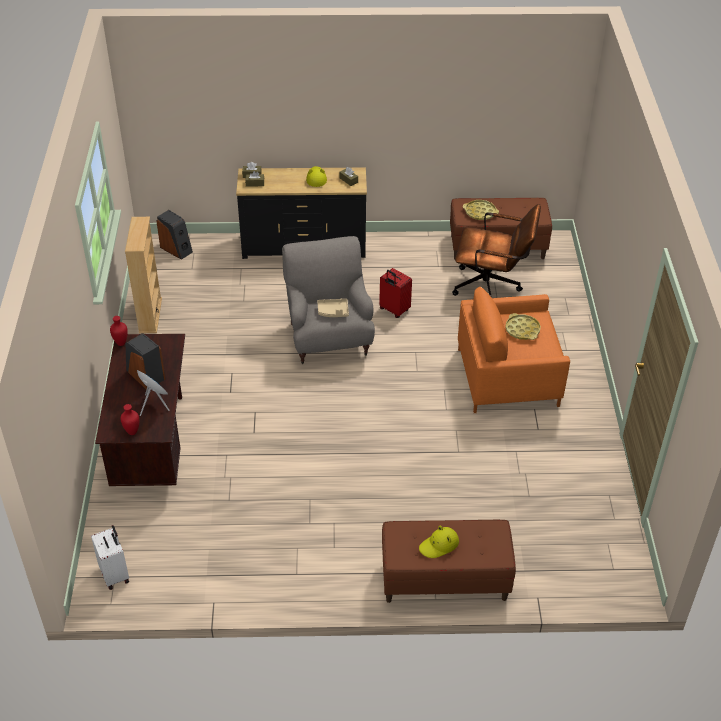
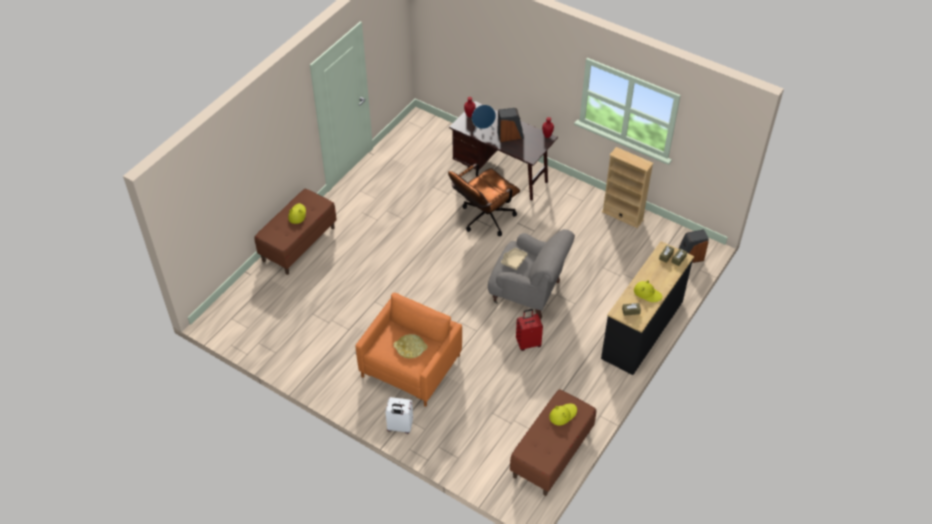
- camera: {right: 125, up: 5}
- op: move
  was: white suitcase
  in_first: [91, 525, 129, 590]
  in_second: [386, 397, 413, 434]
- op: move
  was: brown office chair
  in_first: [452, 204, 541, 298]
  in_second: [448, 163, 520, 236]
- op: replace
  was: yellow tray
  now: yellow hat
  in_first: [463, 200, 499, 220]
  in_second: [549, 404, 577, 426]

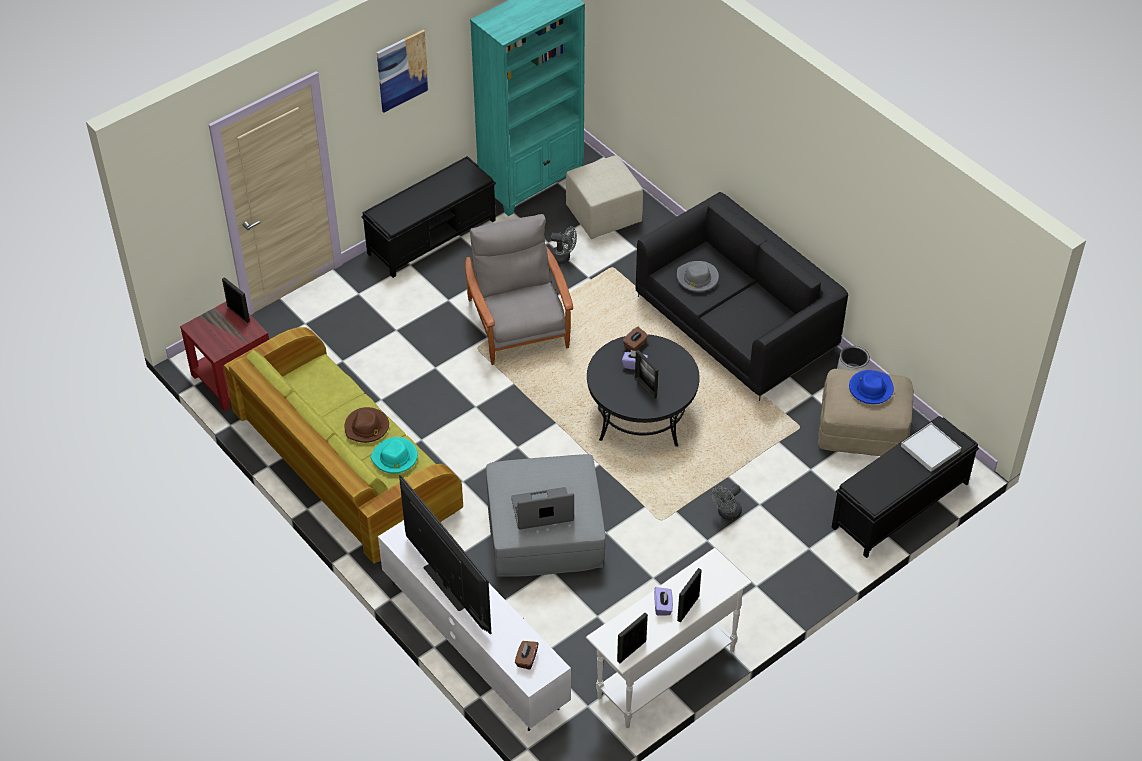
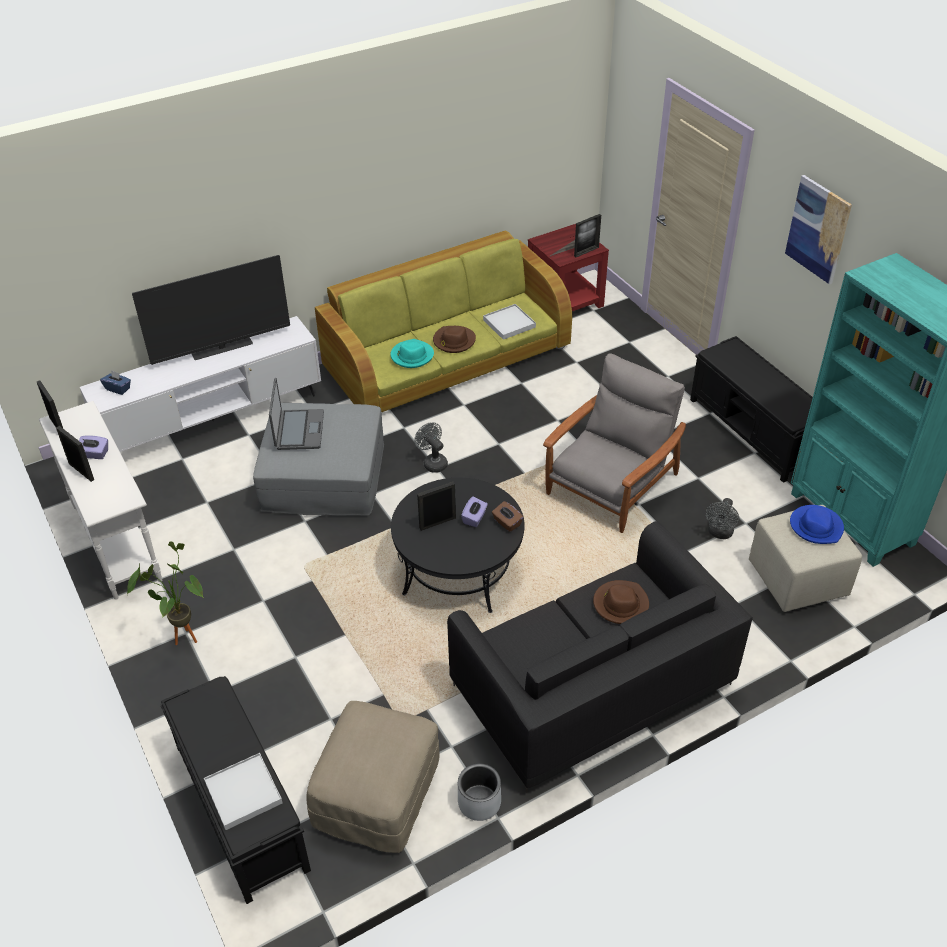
- camera: {right: 100, up: -5}
- op: insert
  now: potted plant
  in_second: [127, 541, 203, 645]
- op: insert
  now: white tray
  in_second: [483, 304, 536, 340]
- op: move
  was: grey fan
  in_first: [711, 484, 742, 520]
  in_second: [414, 422, 448, 473]
- op: move
  was: blue hat
  in_first: [849, 370, 894, 404]
  in_second: [790, 505, 844, 544]
- op: recolor
  was: brown tissue box
  now: blue tissue box
  in_first: [515, 641, 538, 670]
  in_second: [100, 370, 131, 395]
- op: recolor
  was: grey hat
  now: brown hat
  in_first: [677, 261, 719, 292]
  in_second: [593, 580, 649, 624]
- op: rotate
  was: grey armchair
  in_first: [465, 214, 573, 365]
  in_second: [543, 353, 686, 533]
  clockwise: -45

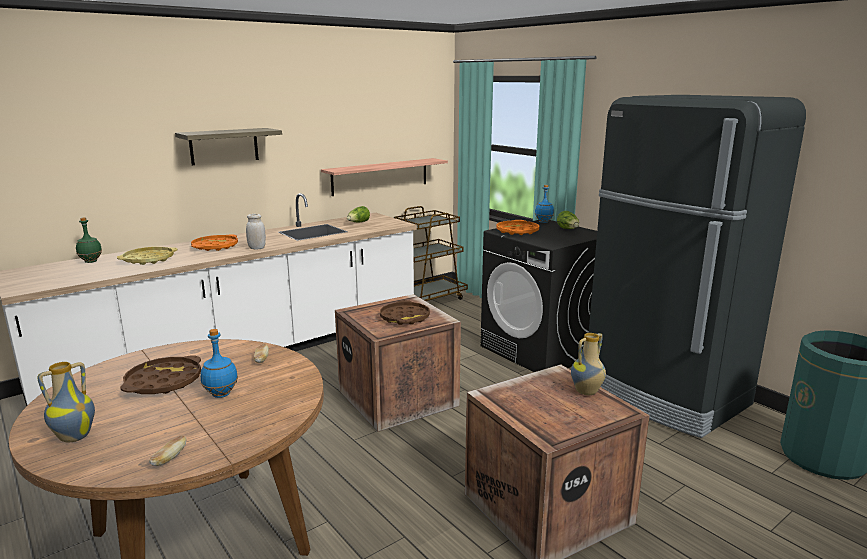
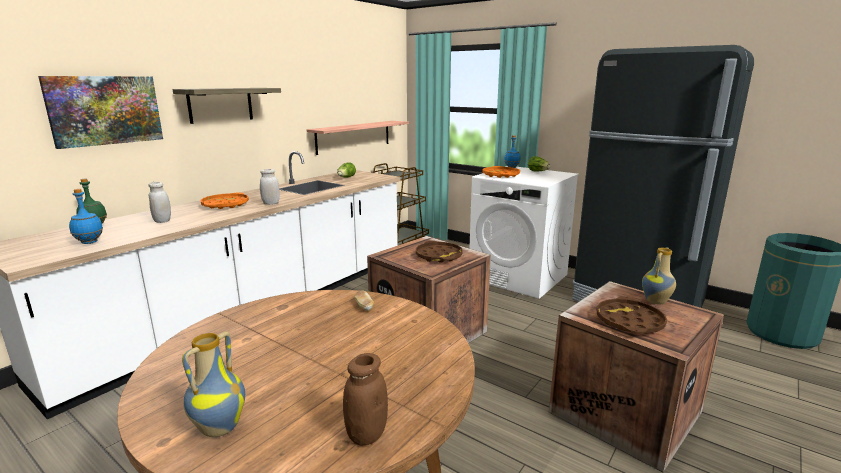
- camera: {right: -15, up: 0}
- op: insert
  now: picture
  in_second: [38, 76, 163, 149]
- op: move
  was: brown tray
  in_first: [120, 355, 201, 394]
  in_second: [596, 296, 667, 333]
- op: move
  was: blue bottle
  in_first: [201, 329, 238, 398]
  in_second: [69, 189, 103, 244]
- op: replace
  was: yellow tray
  now: white jar
  in_first: [117, 247, 178, 265]
  in_second: [149, 182, 171, 223]
- op: replace
  was: bread
  now: brown jar
  in_first: [149, 436, 186, 466]
  in_second: [343, 353, 388, 445]
- op: recolor
  was: black washing machine
  now: white washing machine
  in_first: [481, 220, 597, 372]
  in_second: [469, 166, 579, 299]

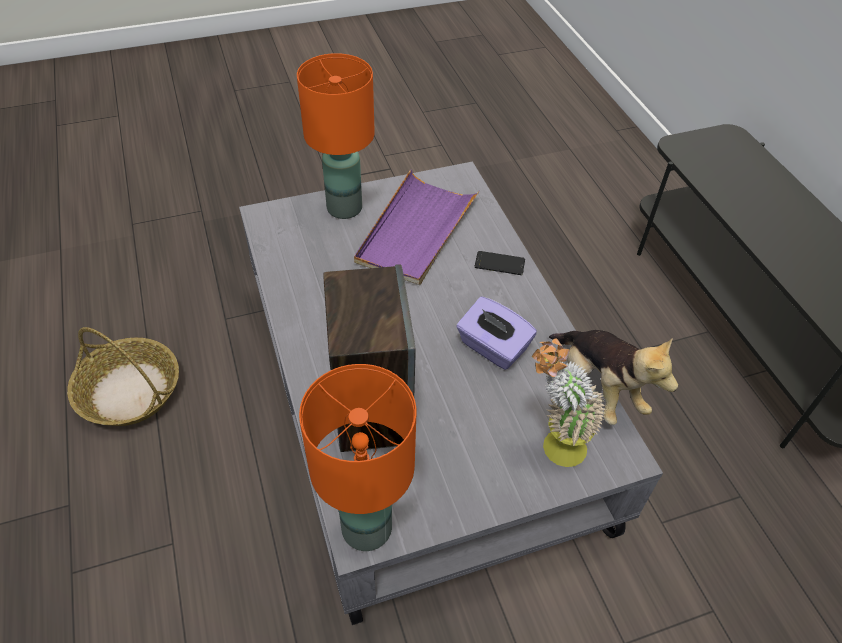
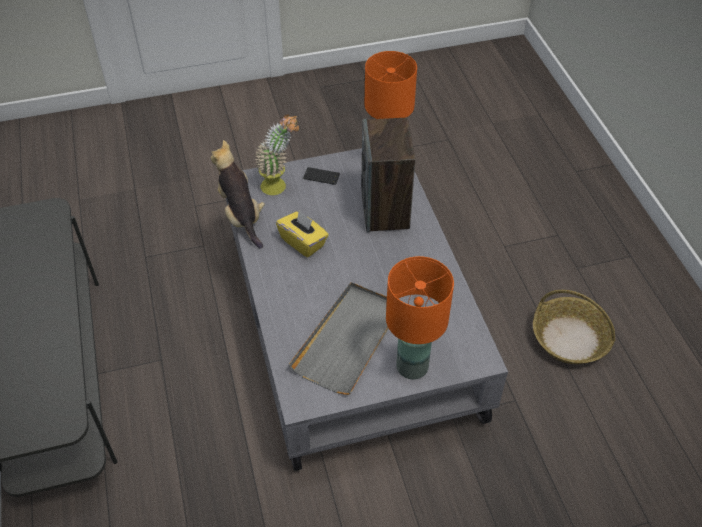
- camera: {right: -175, up: 0}
- op: move
  was: phone
  in_first: [475, 251, 525, 275]
  in_second: [303, 167, 340, 185]
- op: recolor
  was: purple tray
  now: grey tray
  in_first: [354, 170, 480, 285]
  in_second: [288, 282, 389, 395]
- op: recolor
  was: purple tissue box
  now: yellow tissue box
  in_first: [456, 297, 537, 370]
  in_second: [276, 210, 329, 258]

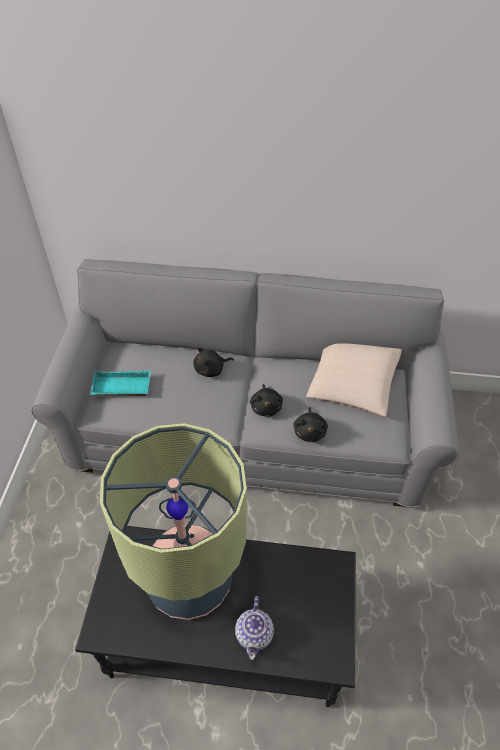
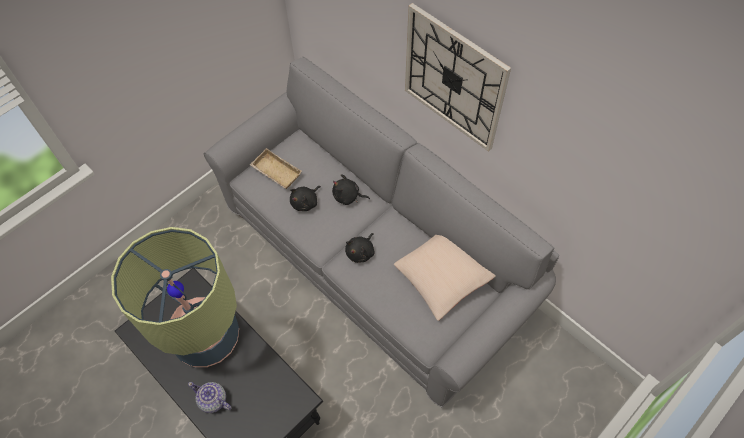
- camera: {right: 40, up: 10}
- op: insert
  now: wall clock
  in_second: [405, 3, 511, 152]
- op: move
  was: black plush toy
  in_first: [293, 407, 328, 442]
  in_second: [290, 186, 321, 211]
- op: recolor
  was: turquoise tray
  now: beige tray
  in_first: [90, 370, 151, 396]
  in_second: [250, 148, 302, 189]
- op: rotate
  was: teapot
  in_first: [235, 596, 274, 660]
  in_second: [188, 382, 232, 413]
  clockwise: 75

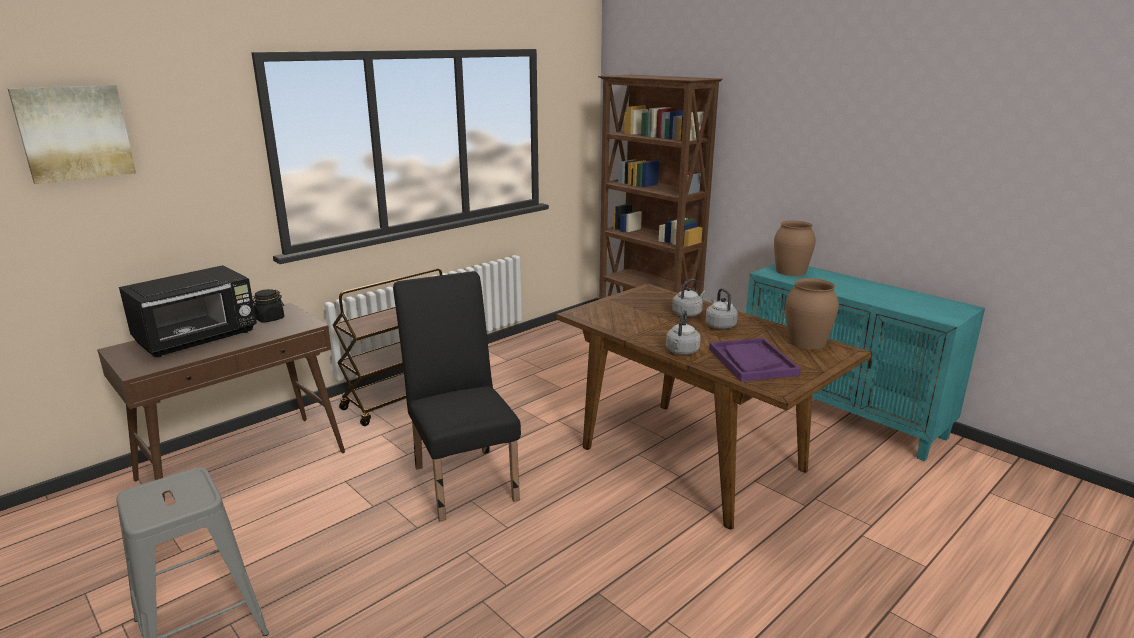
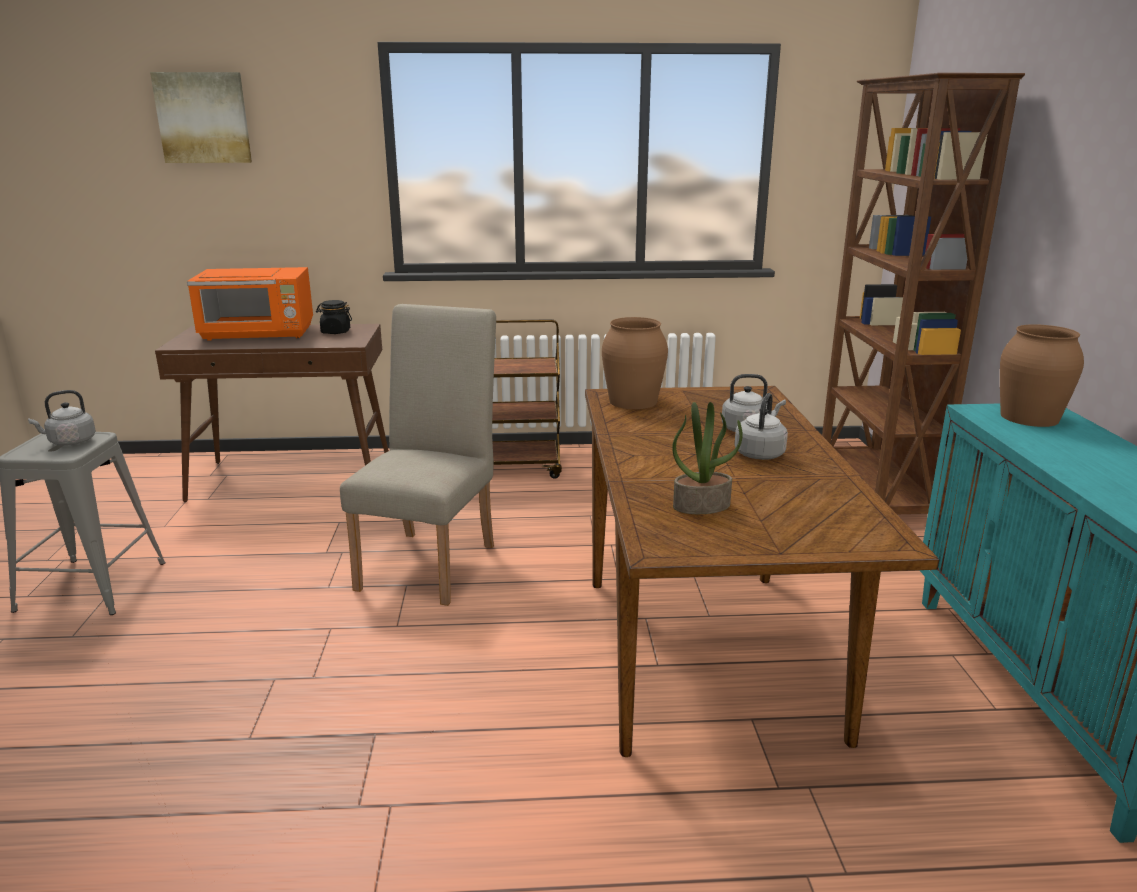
- camera: {right: 40, up: 0}
- op: move
  was: grey kettle
  in_first: [666, 310, 701, 355]
  in_second: [28, 390, 96, 446]
- op: move
  was: brown vase
  in_first: [785, 278, 839, 350]
  in_second: [602, 317, 668, 409]
- op: replace
  was: purple tray
  now: potted plant
  in_first: [709, 338, 801, 382]
  in_second: [672, 402, 742, 514]
- op: recolor
  was: black microwave
  now: orange microwave
  in_first: [119, 265, 257, 358]
  in_second: [187, 267, 313, 341]
- op: recolor
  was: black chair
  now: beige chair
  in_first: [393, 271, 521, 522]
  in_second: [340, 304, 496, 606]

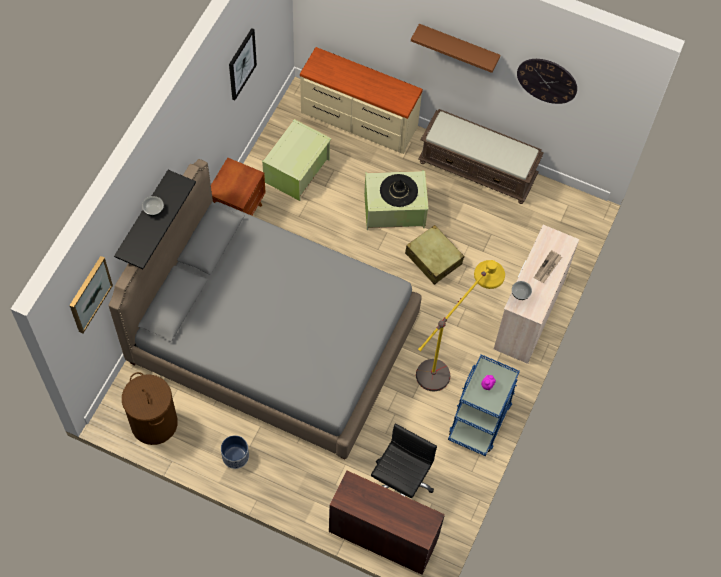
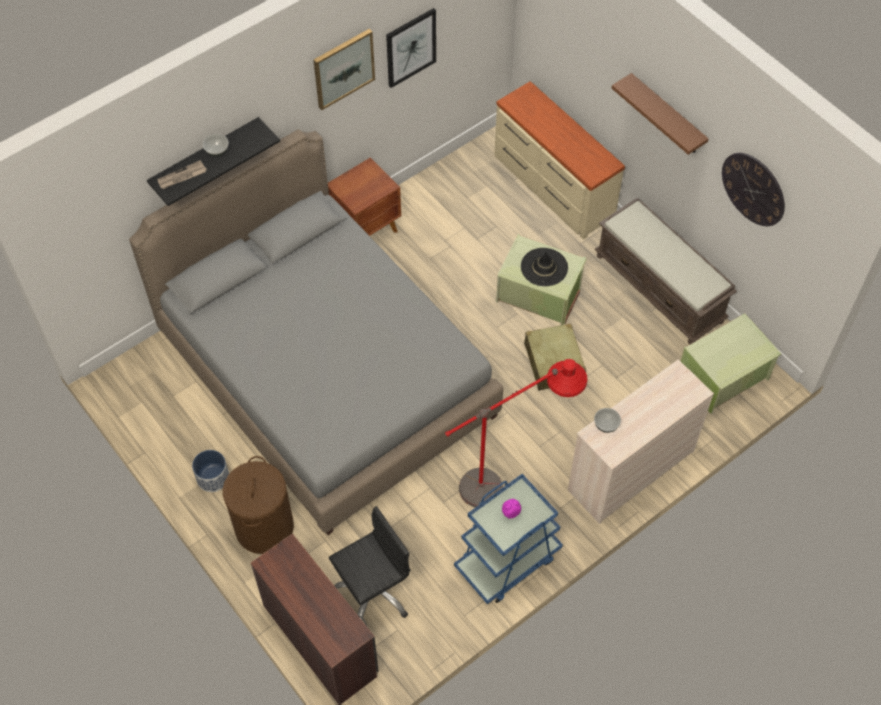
- camera: {right: 30, up: -5}
- op: move
  was: picture
  in_first: [69, 256, 113, 333]
  in_second: [314, 29, 375, 110]
- op: move
  was: brown laundry basket
  in_first: [122, 372, 178, 445]
  in_second: [223, 456, 294, 554]
- op: move
  was: green storage box
  in_first: [262, 119, 331, 201]
  in_second: [681, 313, 781, 414]
- op: move
  was: newspaper
  in_first: [534, 250, 562, 283]
  in_second: [157, 160, 207, 189]
- op: recolor
  was: yellow floor lamp
  now: red floor lamp
  in_first: [416, 260, 505, 391]
  in_second: [445, 359, 587, 508]

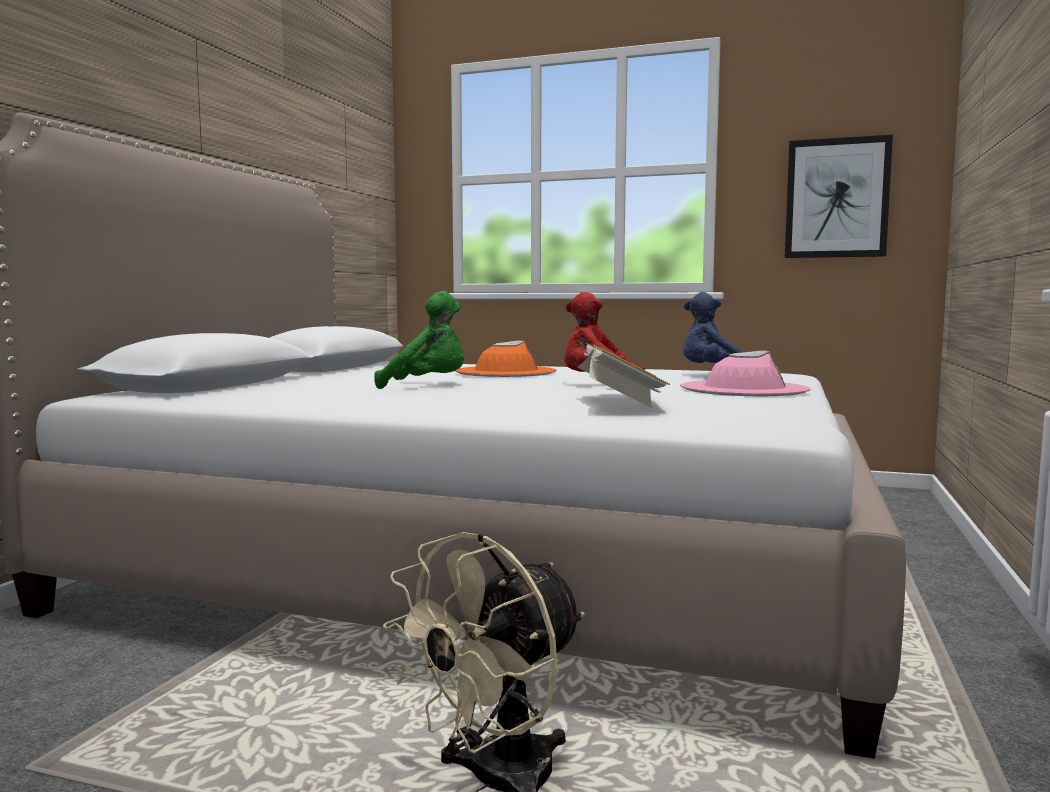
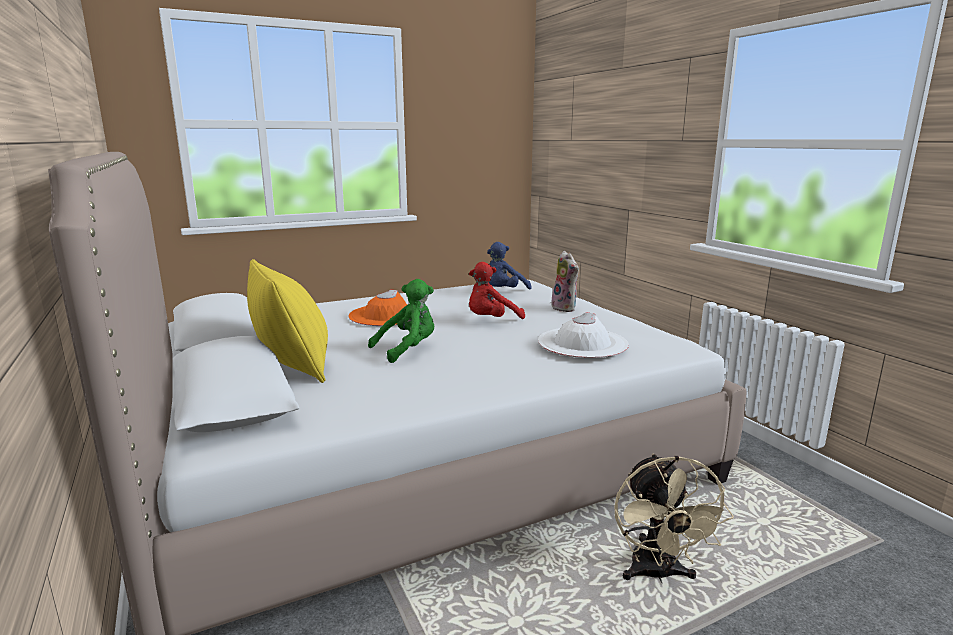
- camera: {right: -45, up: 10}
- op: delete
  was: picture
  in_first: [785, 135, 893, 258]
- op: insert
  now: yellow pillow
  in_second: [247, 259, 328, 383]
- op: replace
  was: book
  now: white hat
  in_first: [578, 343, 670, 408]
  in_second: [538, 312, 629, 358]
- op: replace
  was: pink hat
  now: plush toy
  in_first: [681, 351, 810, 396]
  in_second: [551, 251, 579, 312]

